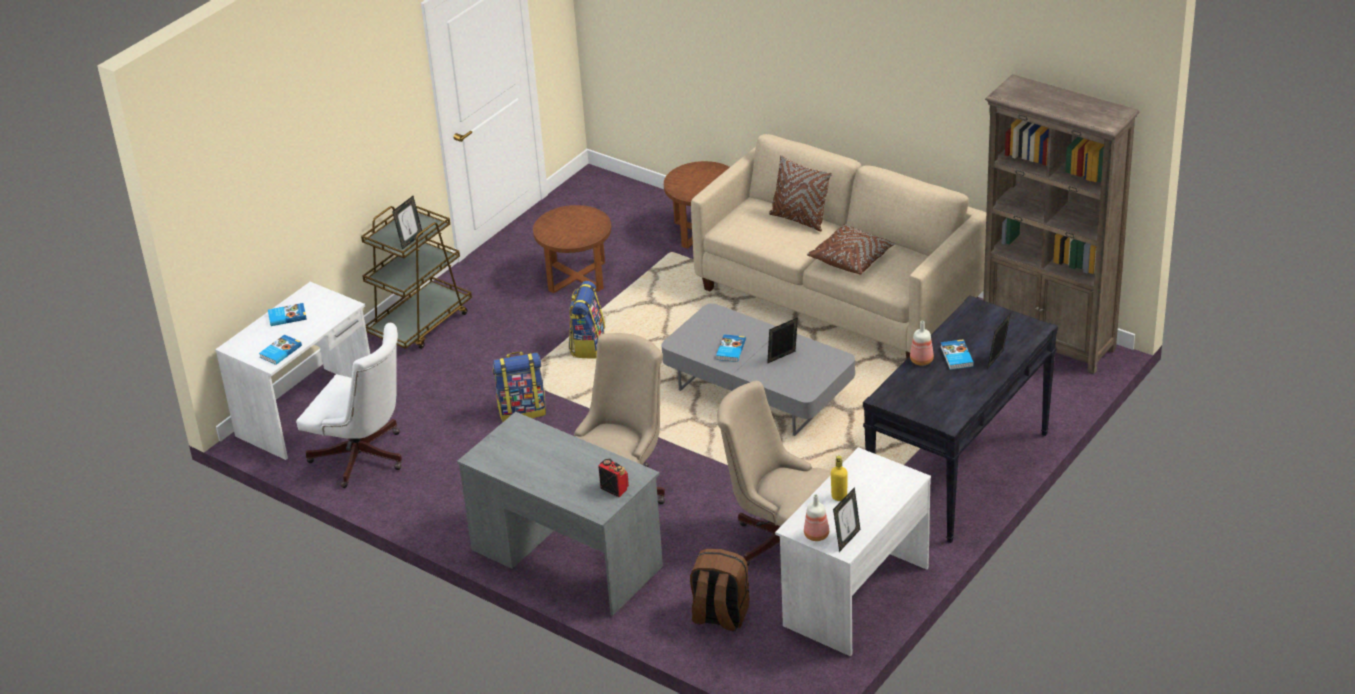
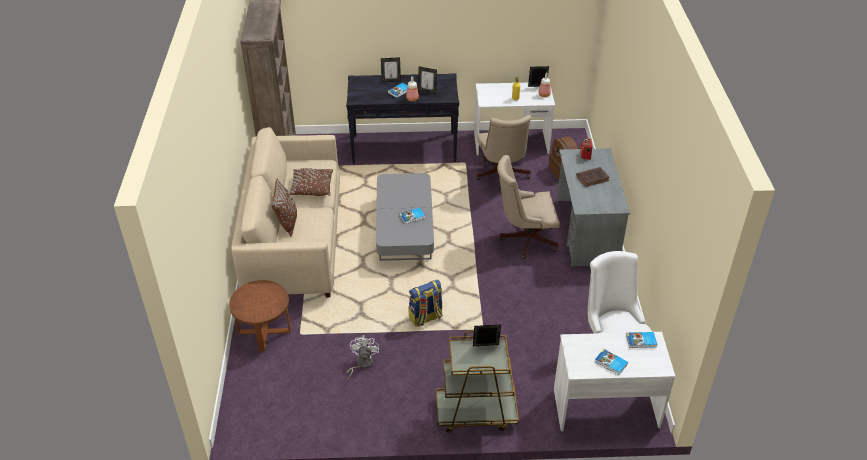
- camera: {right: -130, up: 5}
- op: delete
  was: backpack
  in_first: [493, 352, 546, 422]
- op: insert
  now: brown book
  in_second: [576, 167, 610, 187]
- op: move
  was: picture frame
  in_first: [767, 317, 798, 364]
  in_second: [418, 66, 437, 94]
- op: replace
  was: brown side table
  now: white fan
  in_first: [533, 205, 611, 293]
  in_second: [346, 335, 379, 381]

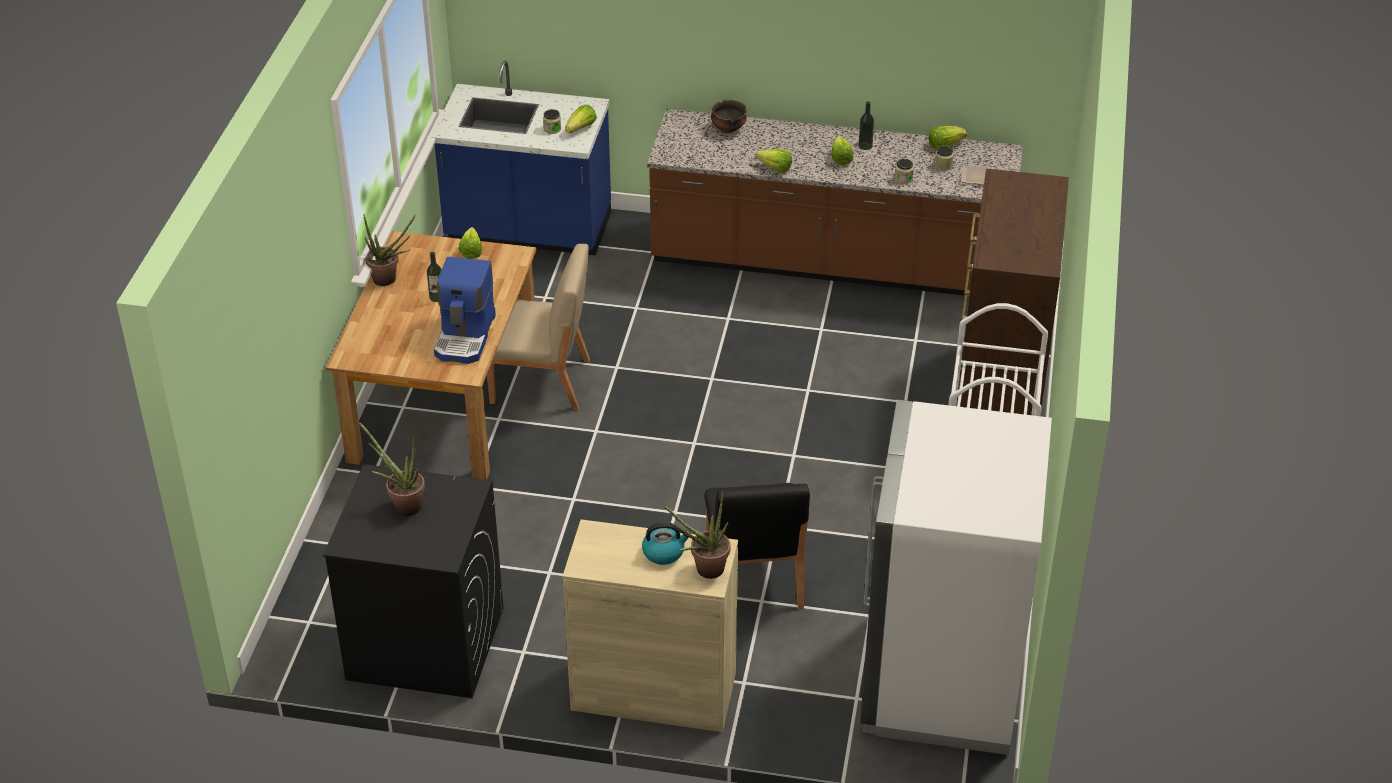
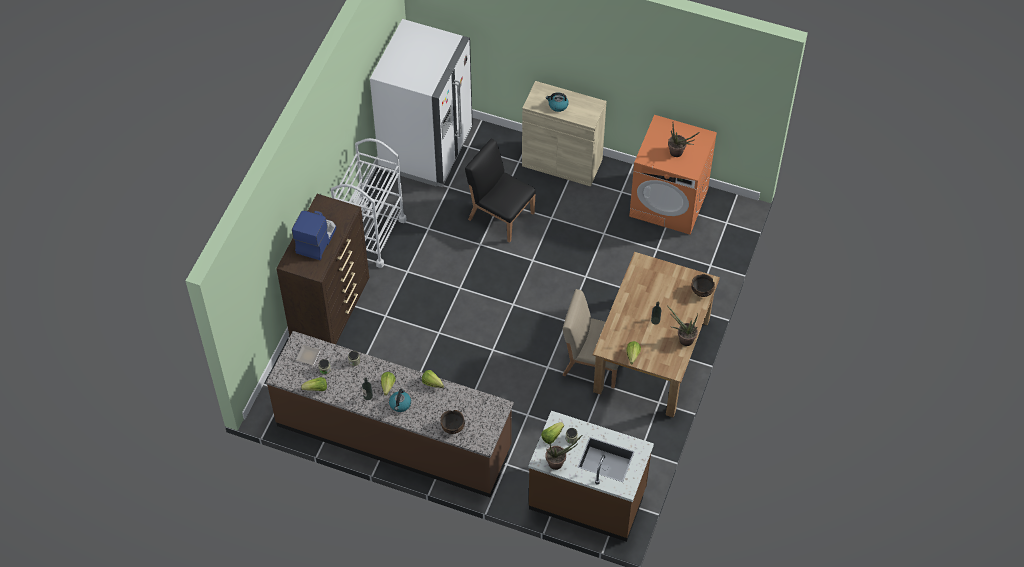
- camera: {right: -170, up: 15}
- op: insert
  now: kettle
  in_second: [389, 389, 411, 412]
- op: insert
  now: bowl
  in_second: [691, 274, 715, 297]
- op: move
  was: coffee machine
  in_first: [434, 257, 496, 364]
  in_second: [292, 211, 336, 260]
- op: move
  was: potted plant
  in_first: [663, 490, 730, 579]
  in_second: [545, 434, 583, 470]
- op: recolor
  was: black washing machine
  now: orange washing machine
  in_first: [323, 464, 503, 698]
  in_second: [629, 115, 717, 234]
- op: recolor
  was: blue counter
  now: brown counter
  in_first: [431, 61, 611, 256]
  in_second: [528, 411, 654, 542]
- op: rotate
  was: black chair
  in_first: [704, 483, 810, 610]
  in_second: [465, 139, 536, 243]
  clockwise: -60

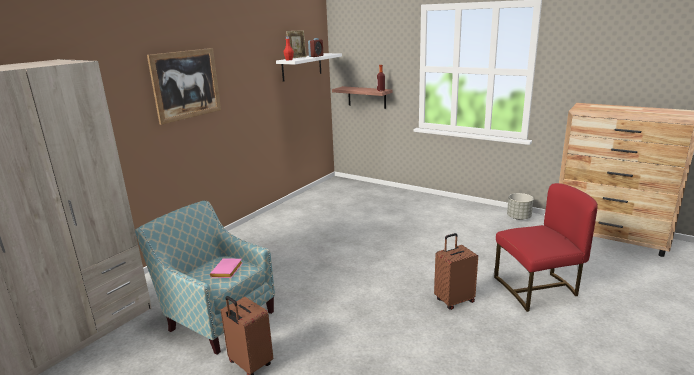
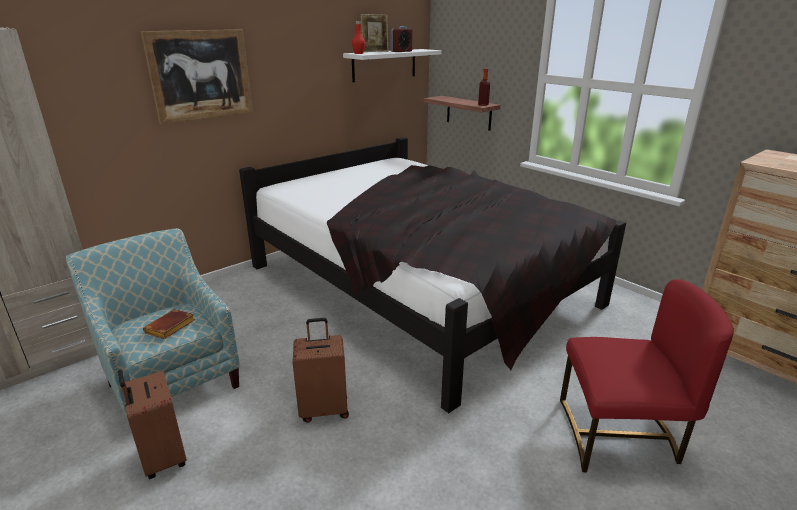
- camera: {right: 15, up: 5}
- op: delete
  was: grey planter
  in_first: [507, 193, 534, 220]
- op: insert
  now: black bed
  in_second: [239, 137, 626, 413]
- op: move
  was: brown suitcase
  in_first: [434, 233, 478, 310]
  in_second: [293, 318, 349, 423]
- op: recolor
  was: pink book
  now: brown book
  in_first: [210, 259, 242, 278]
  in_second: [143, 309, 195, 339]

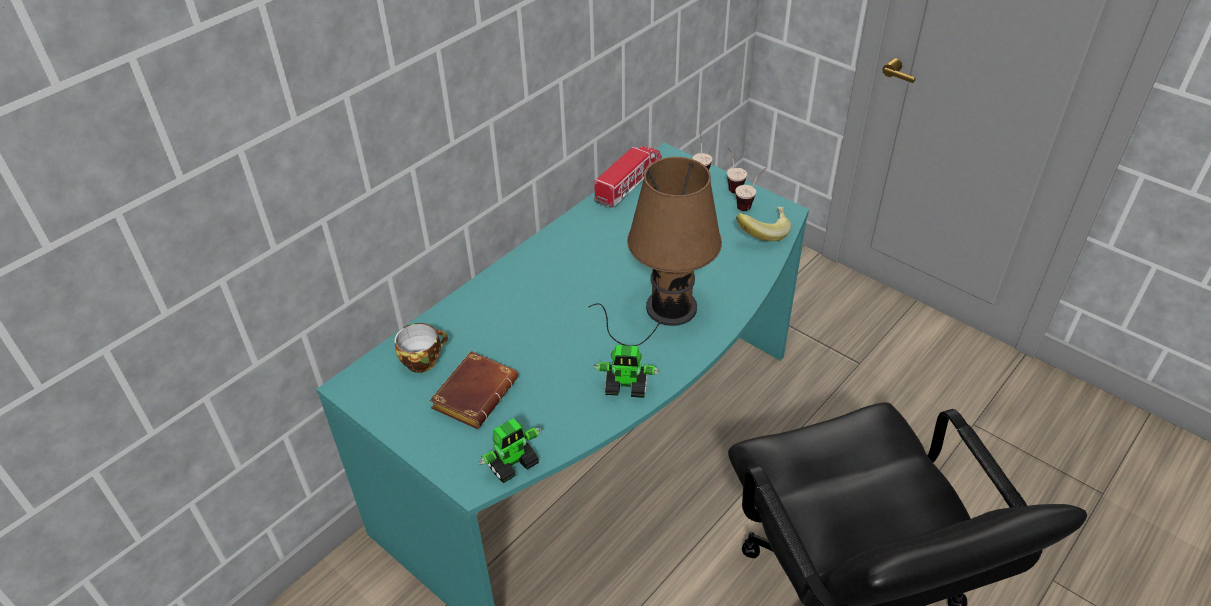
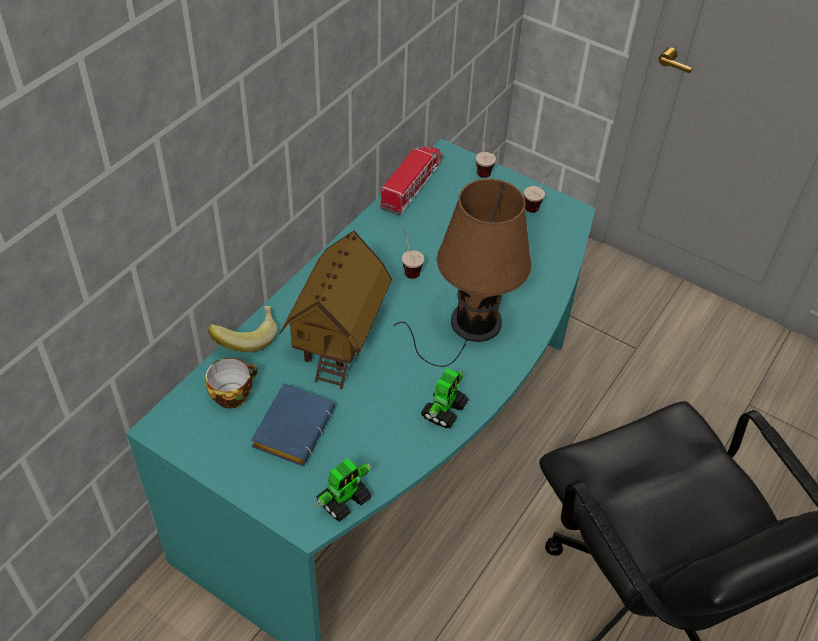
- camera: {right: -10, up: 5}
- op: insert
  now: toy house
  in_second: [279, 231, 392, 389]
- op: move
  was: cup
  in_first: [727, 147, 747, 193]
  in_second: [402, 227, 424, 279]
- op: move
  was: banana
  in_first: [736, 207, 791, 241]
  in_second: [208, 306, 277, 352]
- op: recolor
  was: brown book
  now: blue book
  in_first: [430, 351, 518, 429]
  in_second: [251, 384, 335, 466]
- op: rotate
  was: toy robot
  in_first: [594, 345, 660, 398]
  in_second: [421, 368, 469, 428]
  clockwise: -60

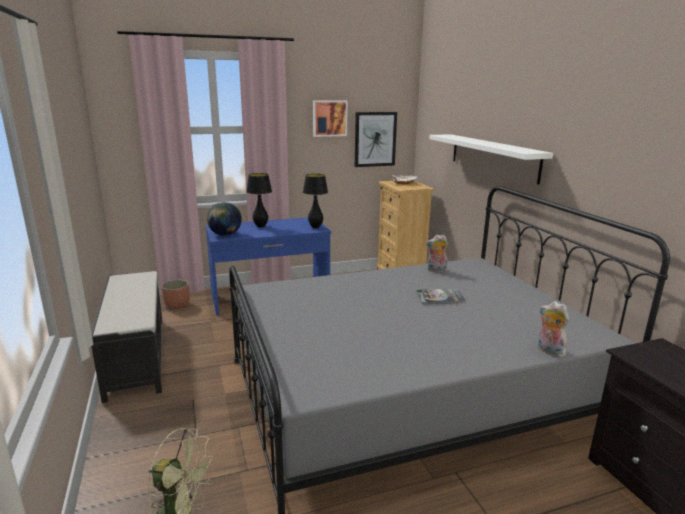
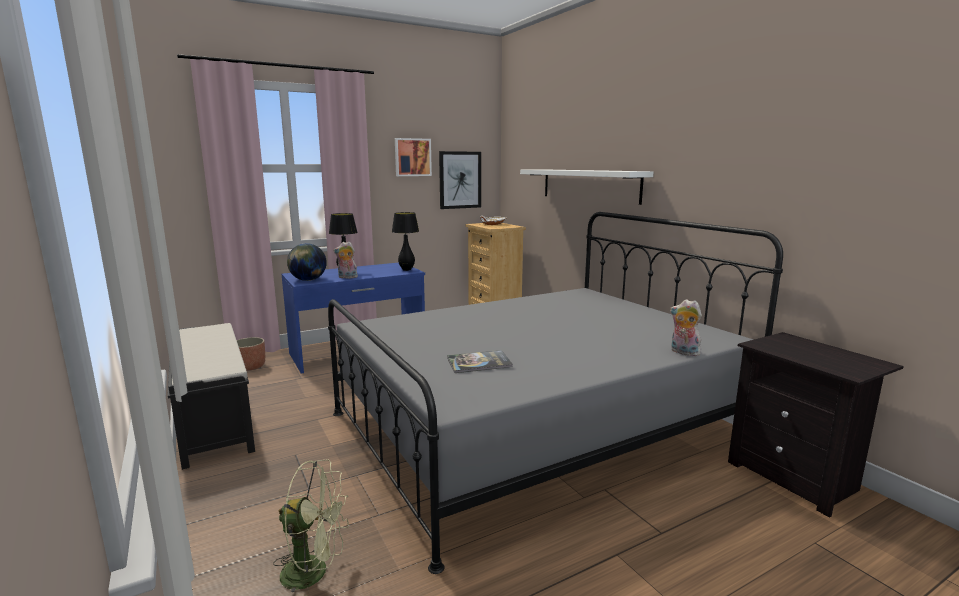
- camera: {right: -10, up: -5}
- op: move
  was: book
  in_first: [416, 288, 466, 304]
  in_second: [447, 350, 513, 373]
- op: move
  was: plush toy
  in_first: [426, 235, 448, 273]
  in_second: [334, 242, 358, 278]

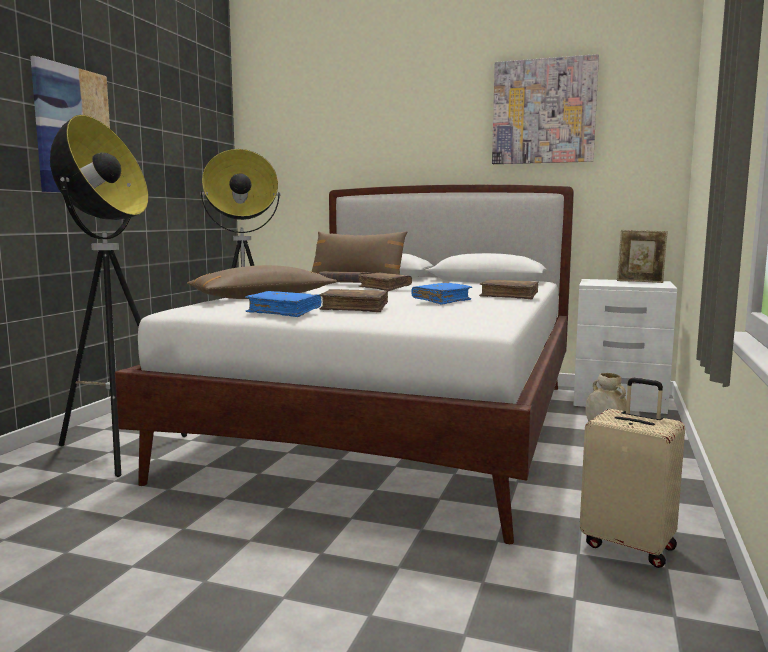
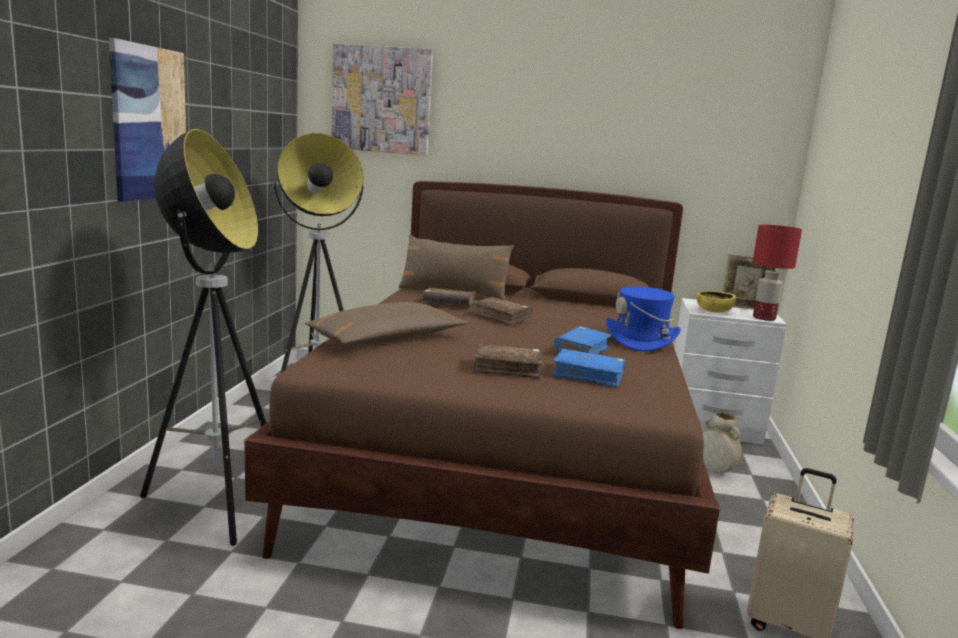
- camera: {right: -10, up: 5}
- op: insert
  now: yellow bowl
  in_second: [696, 291, 736, 313]
- op: insert
  now: red table lamp
  in_second: [753, 224, 802, 321]
- op: move
  was: blue book
  in_first: [245, 291, 321, 317]
  in_second: [551, 349, 626, 388]
- op: move
  was: picture
  in_first: [492, 54, 599, 164]
  in_second: [331, 43, 433, 155]
- op: replace
  was: brown book
  now: blue hat
  in_first: [479, 279, 538, 299]
  in_second: [606, 286, 681, 352]
- op: recolor
  was: white bed
  now: brown bed
  in_first: [115, 184, 574, 544]
  in_second: [244, 181, 720, 629]

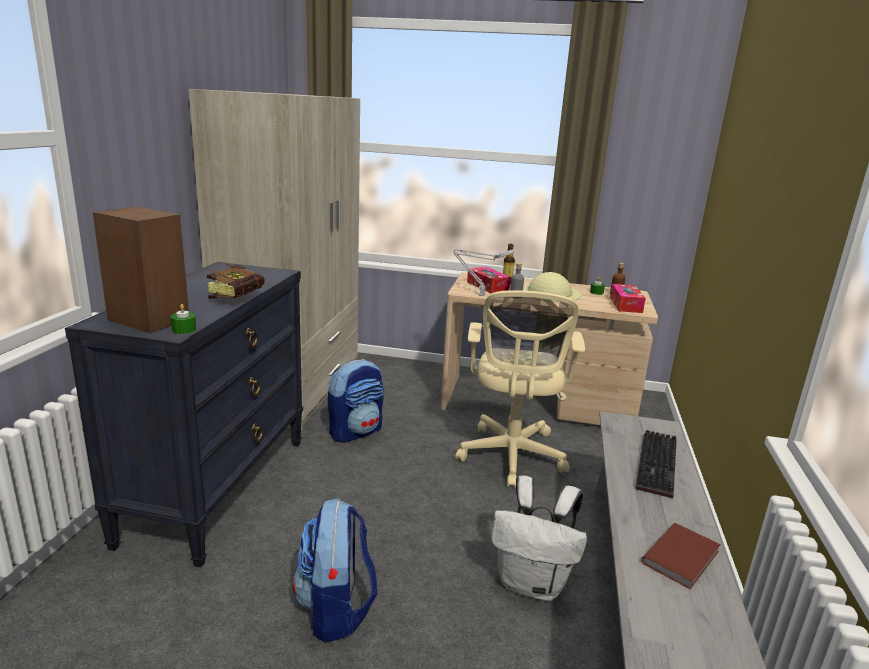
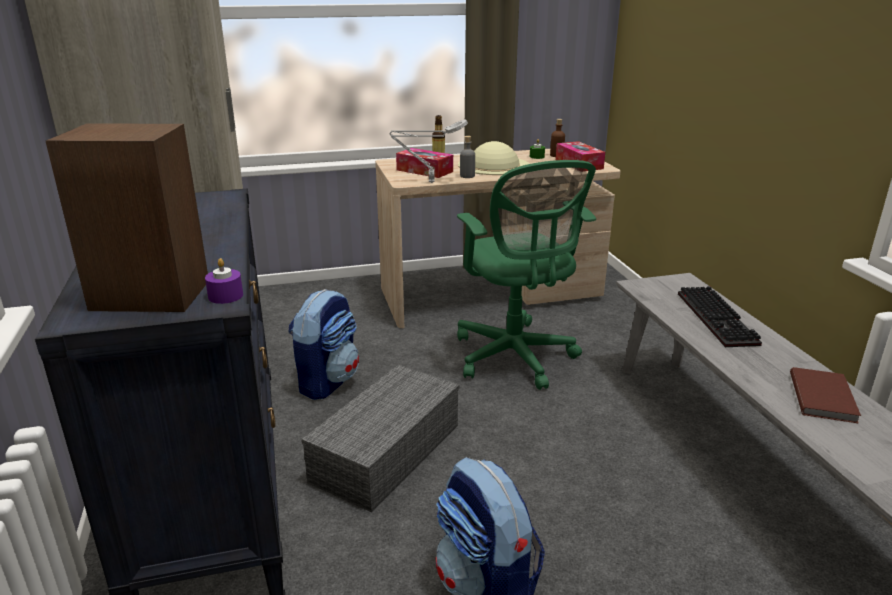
- camera: {right: -25, up: 5}
- op: delete
  was: book
  in_first: [207, 265, 264, 299]
- op: delete
  was: white backpack
  in_first: [491, 476, 587, 601]
- op: insert
  now: grey storage box
  in_second: [301, 365, 460, 512]
- op: recolor
  was: green candle
  now: purple candle
  in_first: [171, 304, 196, 334]
  in_second: [205, 258, 243, 304]
- op: recolor
  was: beige office chair
  now: green office chair
  in_first: [455, 290, 585, 488]
  in_second: [457, 160, 596, 390]

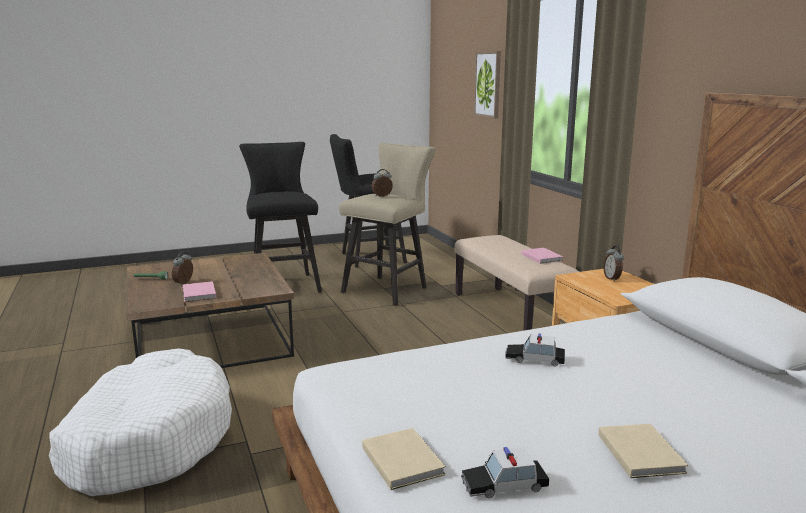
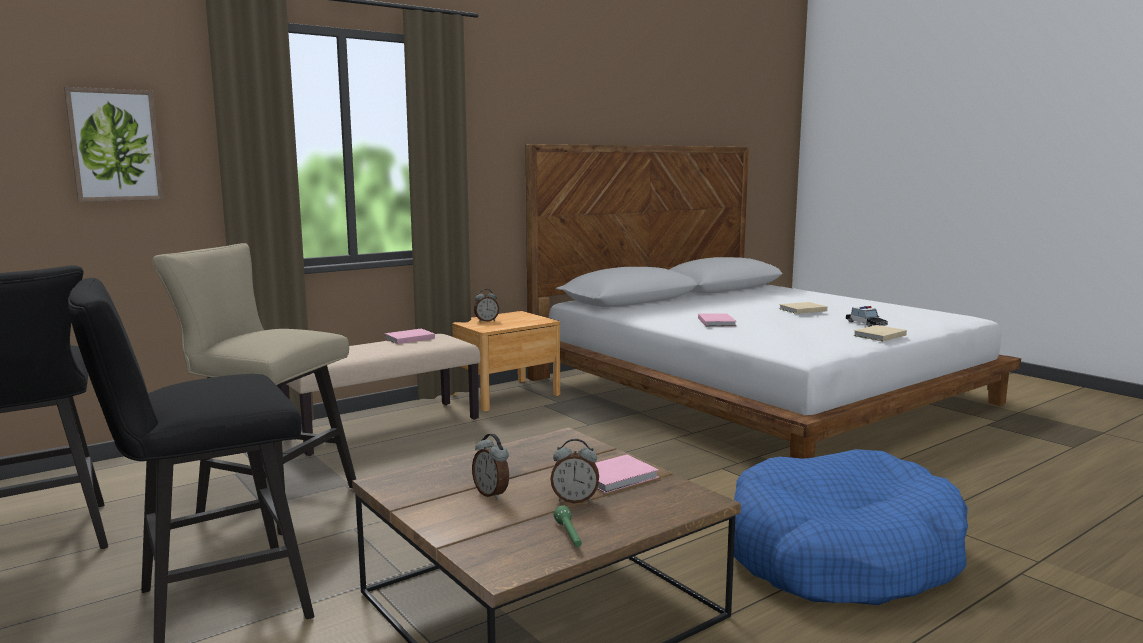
- camera: {right: -105, up: -5}
- op: move
  was: alarm clock
  in_first: [371, 169, 393, 197]
  in_second: [472, 434, 509, 500]
- op: replace
  was: toy car
  now: pink book
  in_first: [505, 333, 565, 366]
  in_second: [698, 313, 737, 327]
- op: recolor
  was: white dog bed
  now: blue dog bed
  in_first: [49, 348, 232, 496]
  in_second: [734, 449, 968, 605]

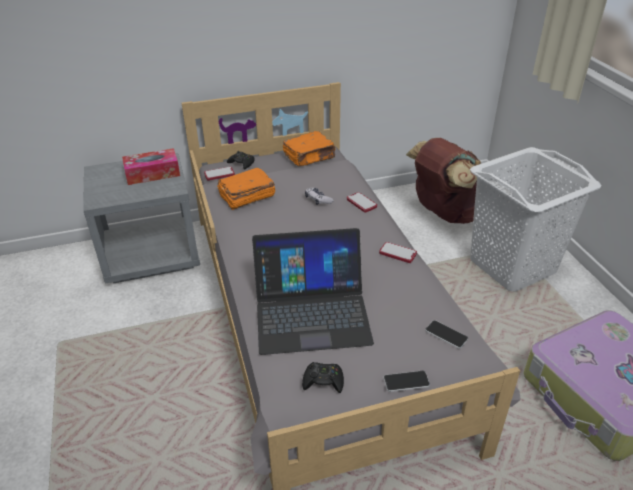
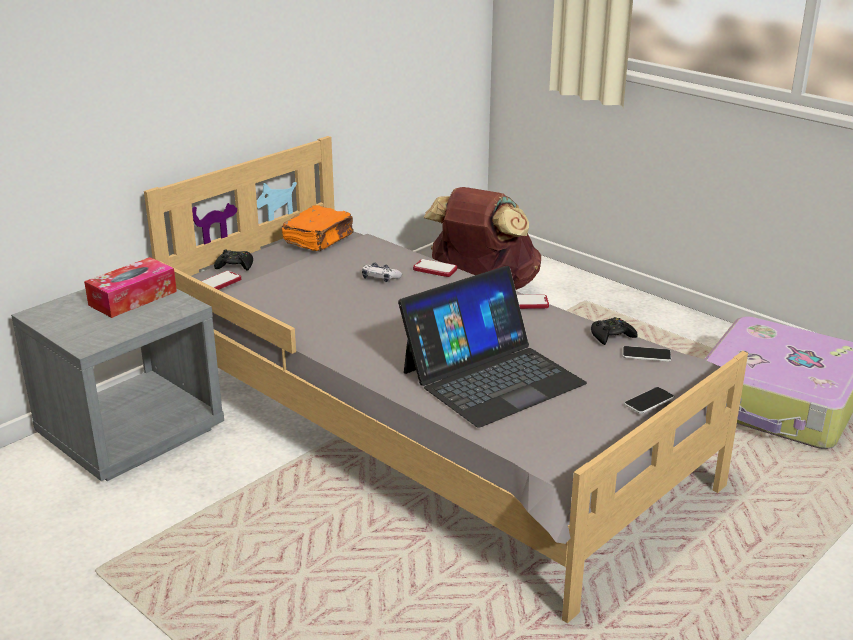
- camera: {right: -30, up: -10}
- op: delete
  was: orange book
  in_first: [217, 168, 275, 210]
- op: delete
  was: white laundry basket
  in_first: [470, 147, 602, 292]
- op: move
  was: black game controller
  in_first: [302, 362, 344, 393]
  in_second: [591, 317, 638, 345]

